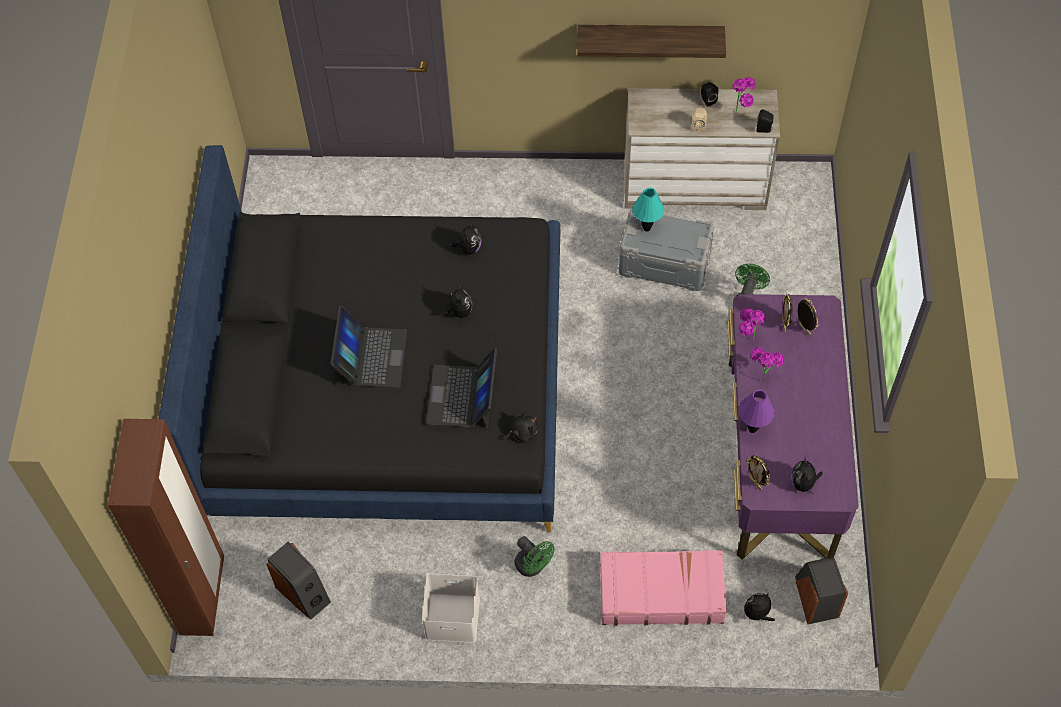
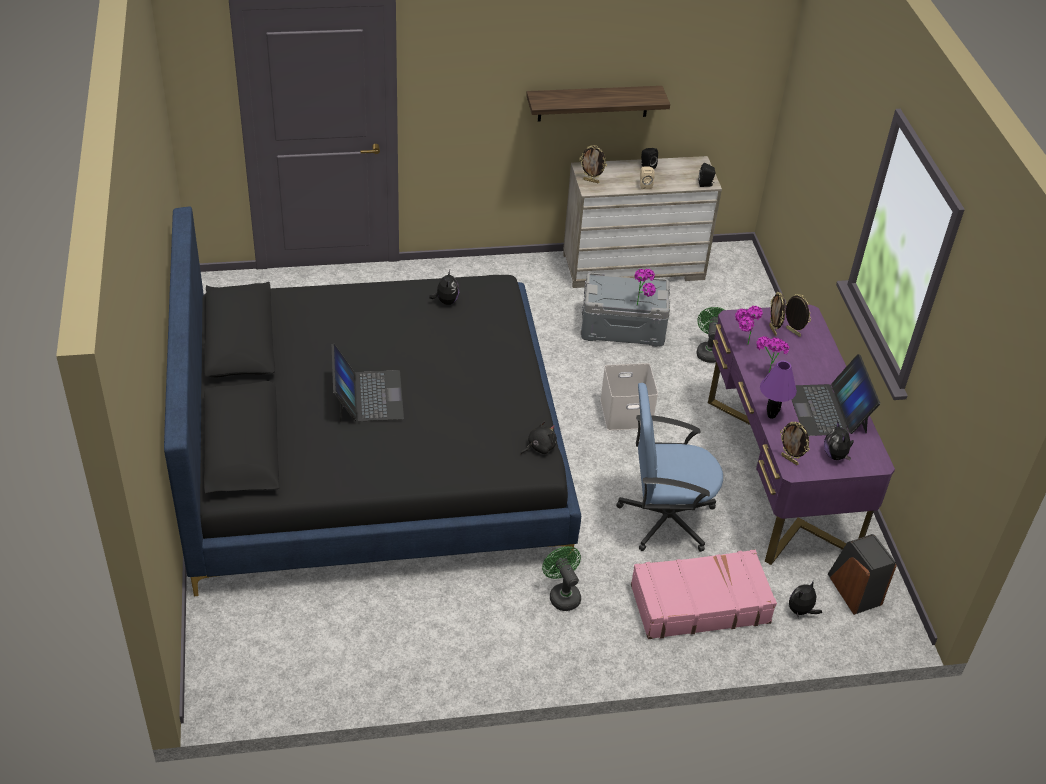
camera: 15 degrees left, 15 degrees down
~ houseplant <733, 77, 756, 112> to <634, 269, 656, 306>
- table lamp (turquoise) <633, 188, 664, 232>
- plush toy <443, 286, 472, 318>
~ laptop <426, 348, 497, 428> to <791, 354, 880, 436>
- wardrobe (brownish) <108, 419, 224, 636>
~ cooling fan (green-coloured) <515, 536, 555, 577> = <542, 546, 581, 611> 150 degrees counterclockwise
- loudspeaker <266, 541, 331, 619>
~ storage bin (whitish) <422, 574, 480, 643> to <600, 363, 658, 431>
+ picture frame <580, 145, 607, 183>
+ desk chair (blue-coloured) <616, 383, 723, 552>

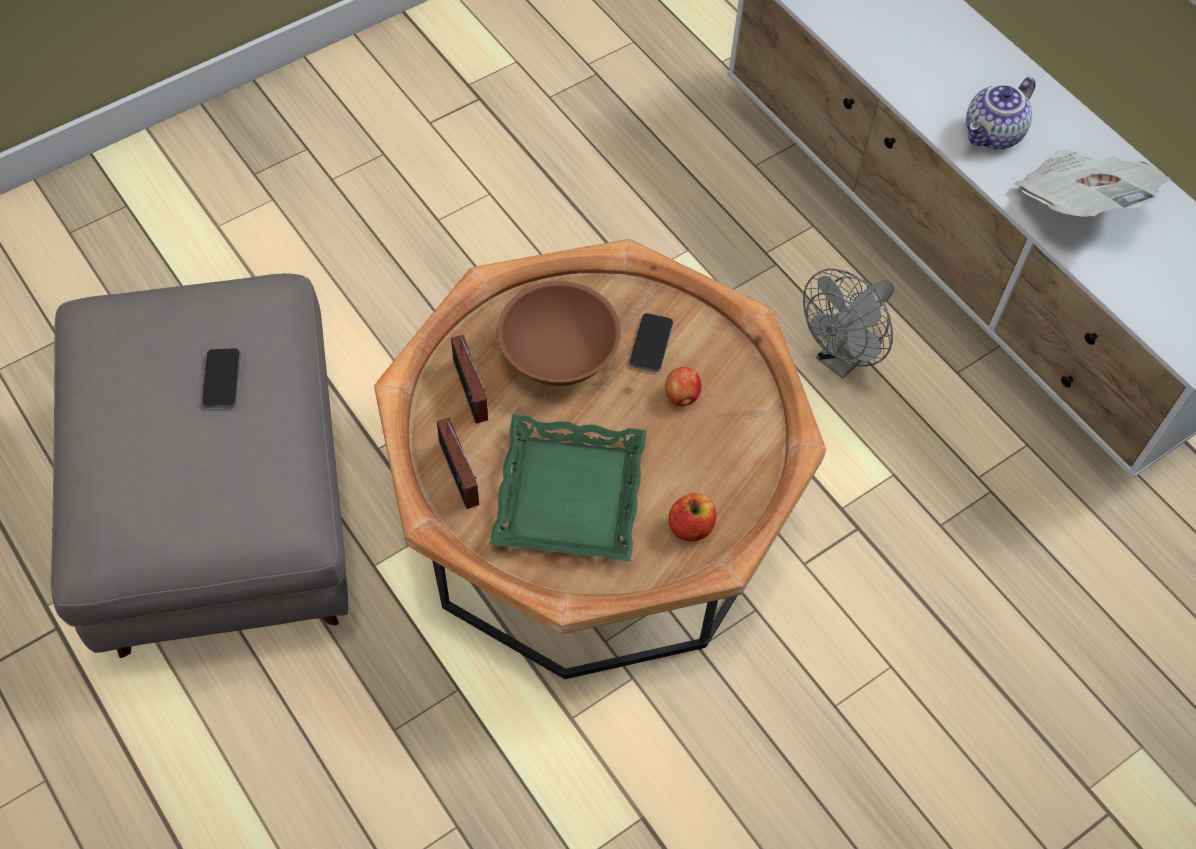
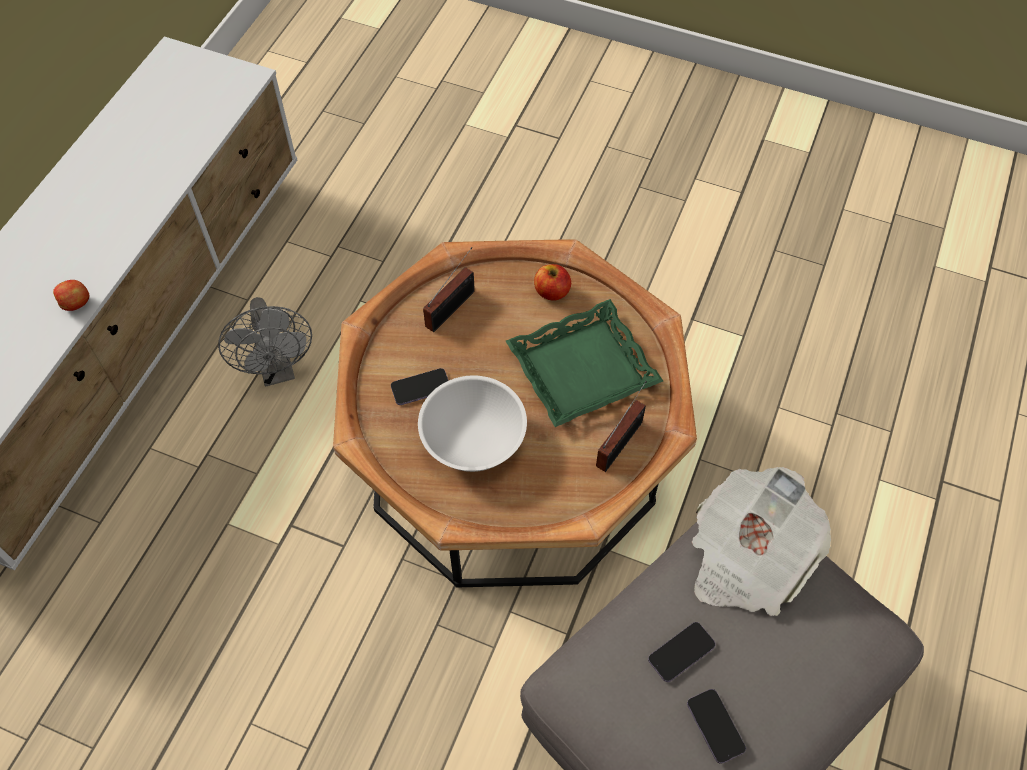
camera: 120 degrees left, 0 degrees up
- tea pot <966, 77, 1036, 149>
~ printed paper <1014, 150, 1170, 217> to <692, 467, 831, 616>
~ cooling fan (greyish) <803, 269, 894, 379> = <218, 297, 312, 386> 60 degrees clockwise
~ serving bowl (brownish) <497, 281, 621, 386> to serving bowl (whitish) <418, 376, 527, 472>
~ radio receiver <451, 335, 488, 423> to <423, 247, 475, 332>
~ apple <665, 367, 701, 406> to <53, 280, 90, 311>
+ telephone <687, 689, 746, 764>

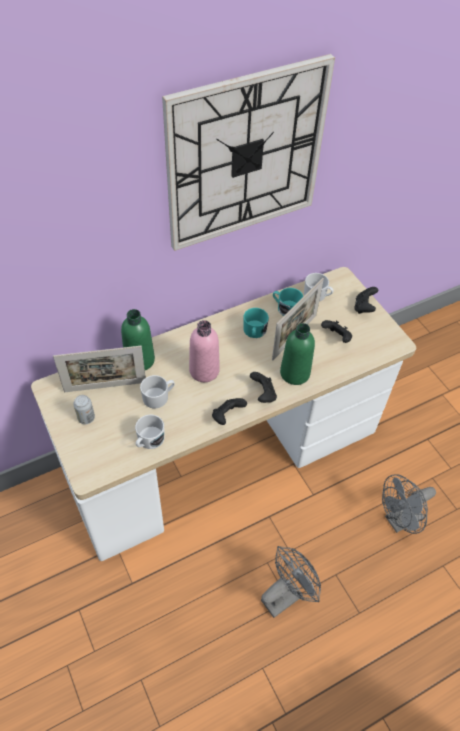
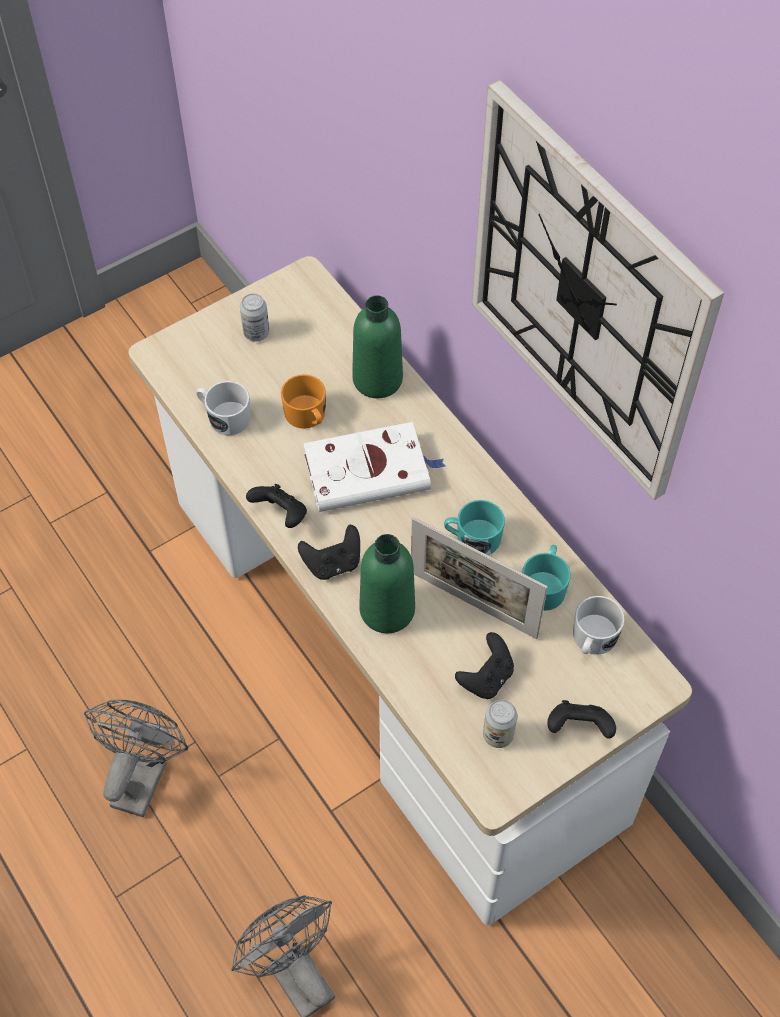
camera: 85 degrees right, 5 degrees up
~ beverage bottle (pink-coloured) <189, 320, 220, 382> to bound book (whitish) <303, 422, 446, 512>
- picture frame <53, 346, 146, 392>
~ tea mug (whitish) <140, 375, 175, 408> to tea mug (orange) <281, 374, 326, 429>
~ cooling fan (greyish) <261, 546, 321, 618> = <84, 700, 188, 817> 120 degrees counterclockwise
+ sealed can <483, 700, 517, 748>

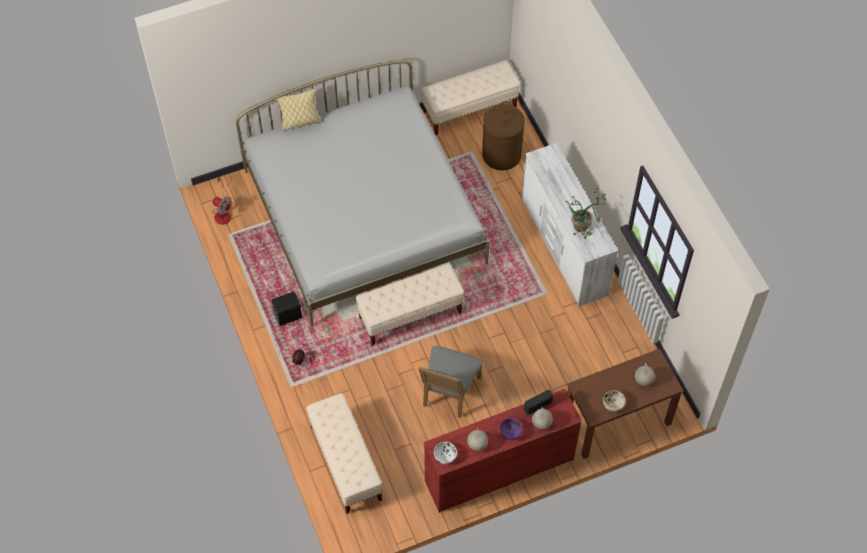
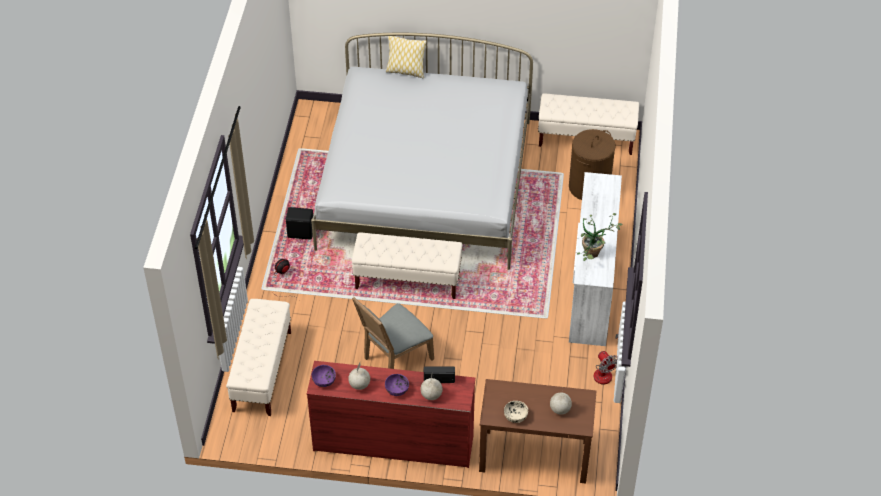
camera: 30 degrees right, 10 degrees down
~ cooling fan <213, 176, 232, 225> to <594, 334, 618, 384>
~ serving bowl (whitish) <434, 442, 457, 464> to serving bowl (purple) <312, 365, 336, 387>

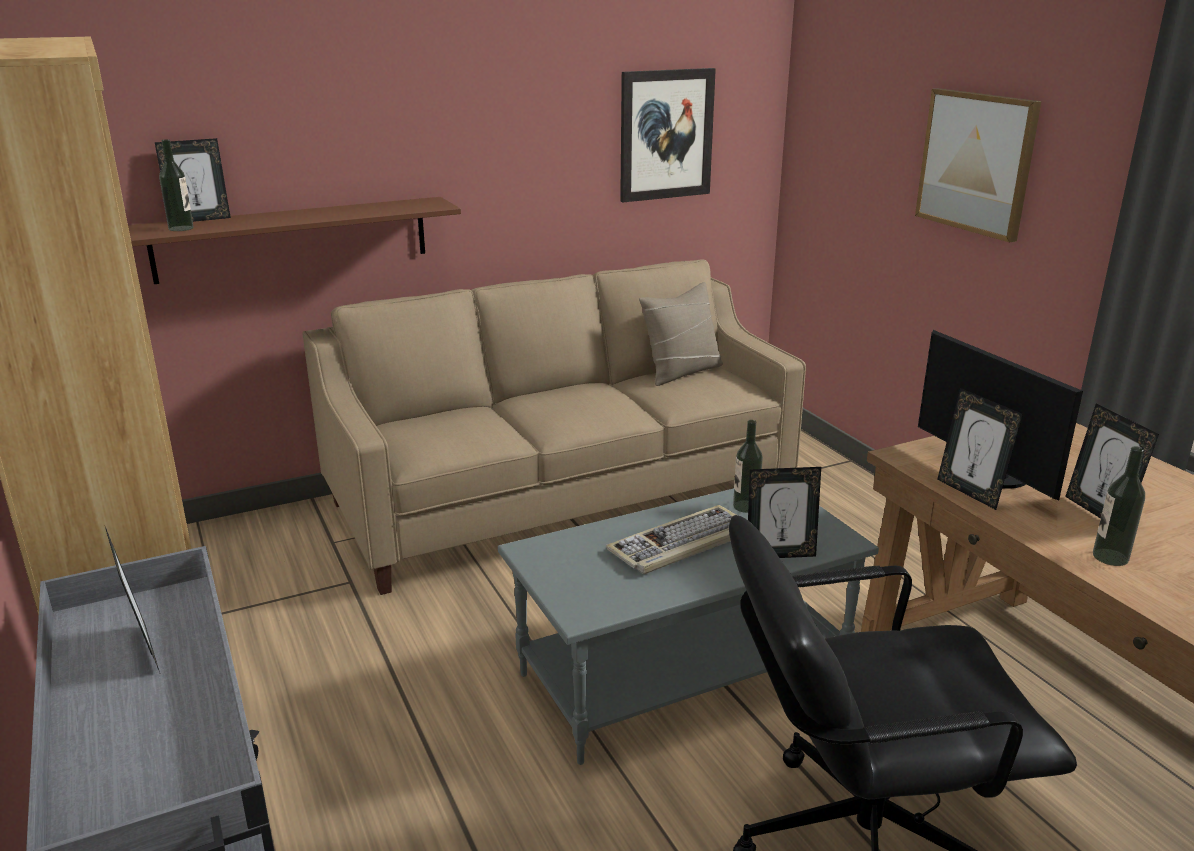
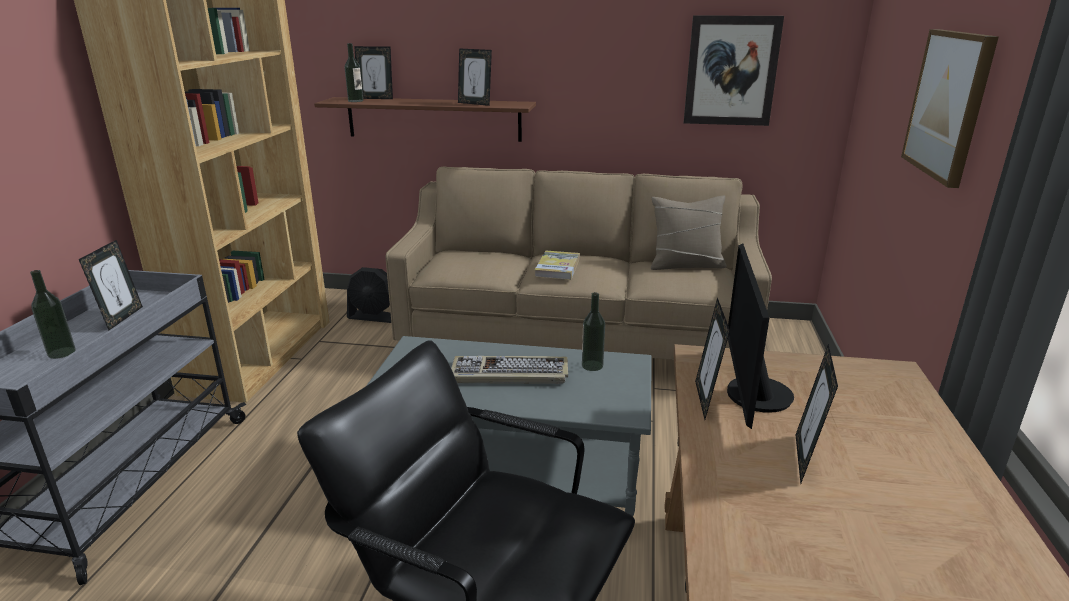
camera: 35 degrees right, 0 degrees up
~ beverage bottle <1093, 446, 1145, 566> to <30, 270, 76, 359>
~ picture frame <748, 467, 821, 558> to <458, 48, 492, 106>
+ bound book <535, 251, 580, 280>
+ cooling fan (blackish) <347, 267, 391, 323>

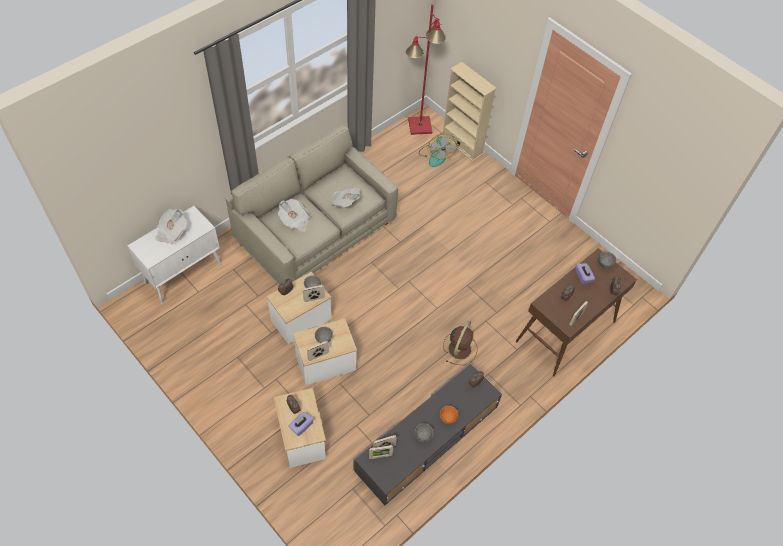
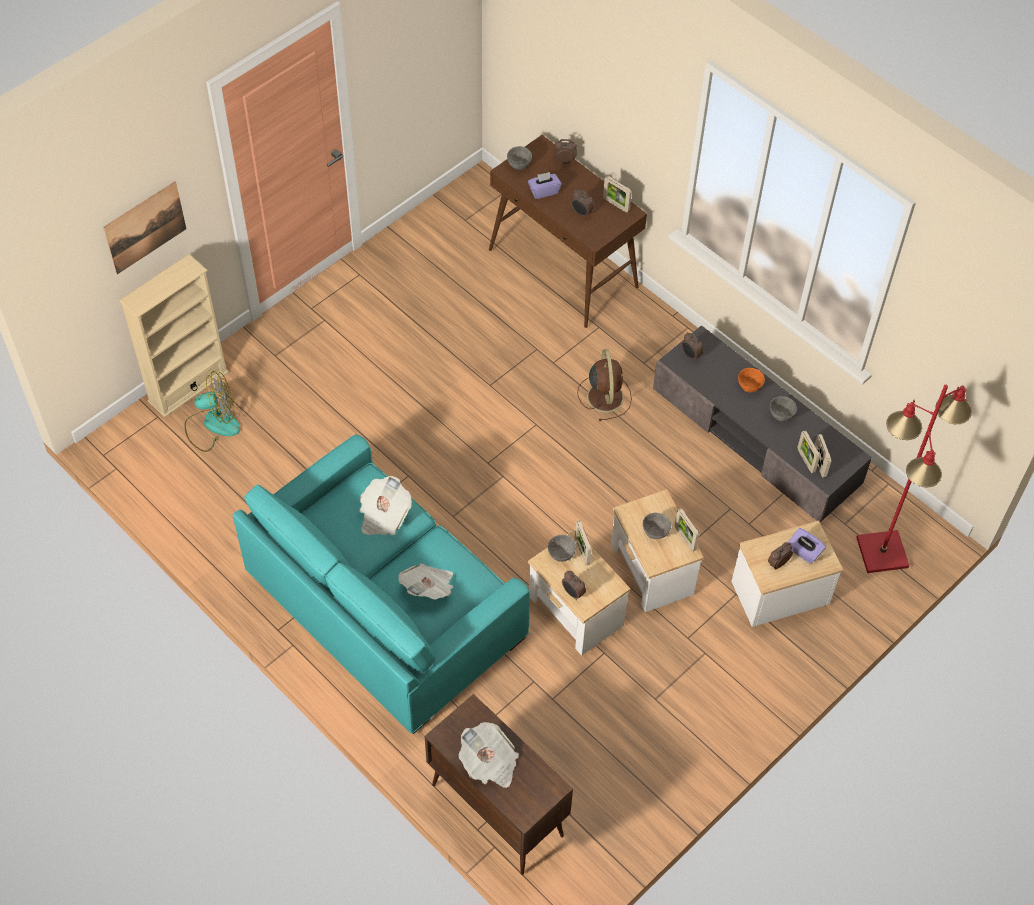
camera: 90 degrees left, 0 degrees up
~ floor lamp (reddish) <406, 4, 446, 135> to <856, 385, 972, 573>
~ sofa (beige-coloured) <225, 124, 398, 284> to sofa (turquoise) <233, 434, 530, 734>
~ cabinet (whitish) <127, 206, 222, 304> to cabinet (brownish) <425, 694, 573, 875>
~ cooling fan (brownish) <443, 321, 478, 365> = <577, 349, 632, 421> 60 degrees clockwise
+ wall art <103, 181, 186, 274>

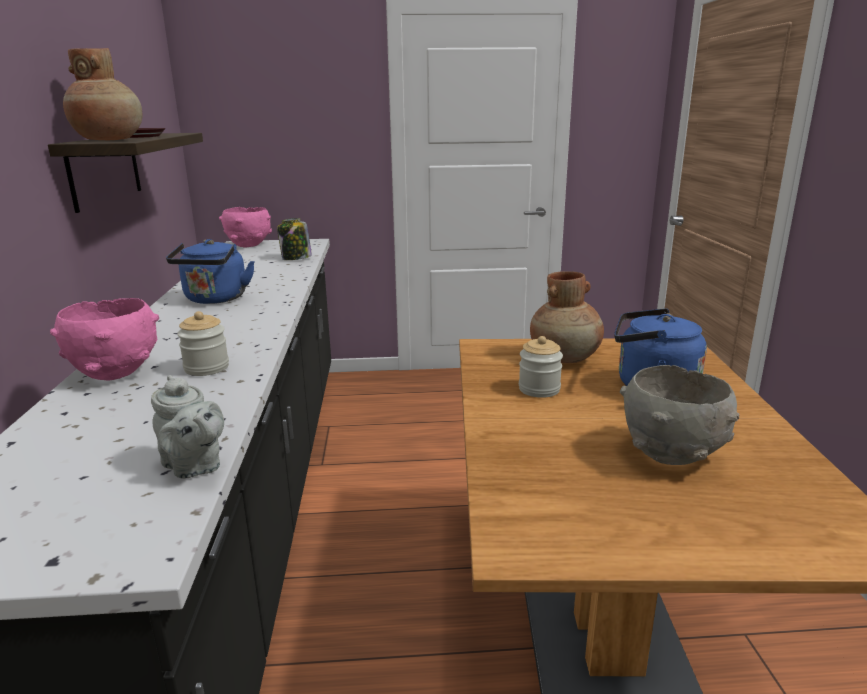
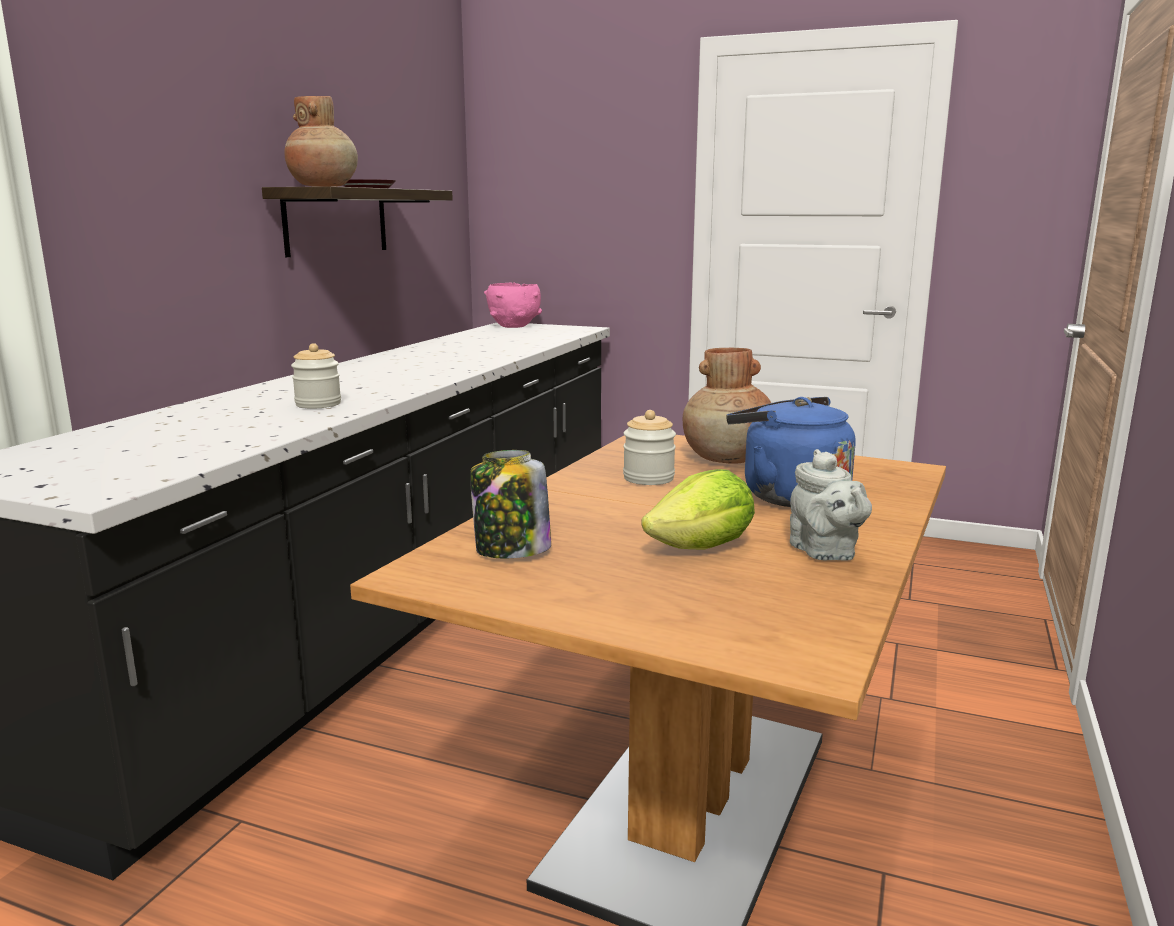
camera: 25 degrees right, 5 degrees down
~ storage jar <277, 218, 312, 260> to <470, 450, 551, 558>
- kettle (blue-coloured) <166, 239, 255, 304>
- serving bowl (pink-coloured) <50, 298, 159, 381>
~ serving bowl (greyish) <620, 365, 740, 465> to lettuce <641, 469, 755, 549>
~ tea pot (greyish) <151, 375, 224, 479> to <790, 449, 872, 561>

